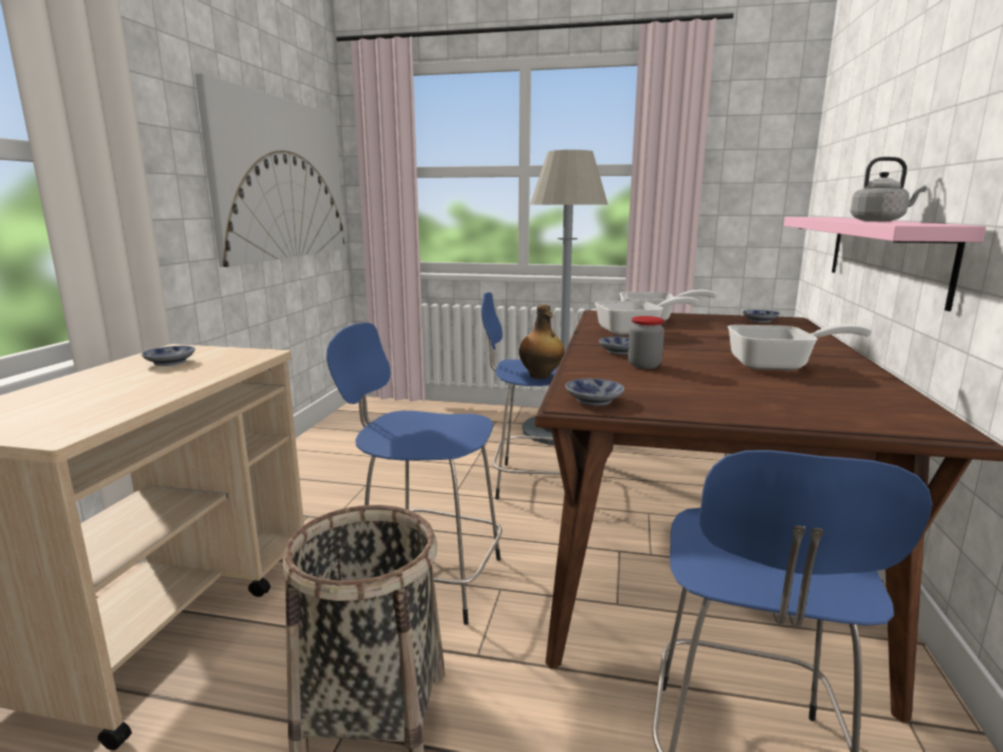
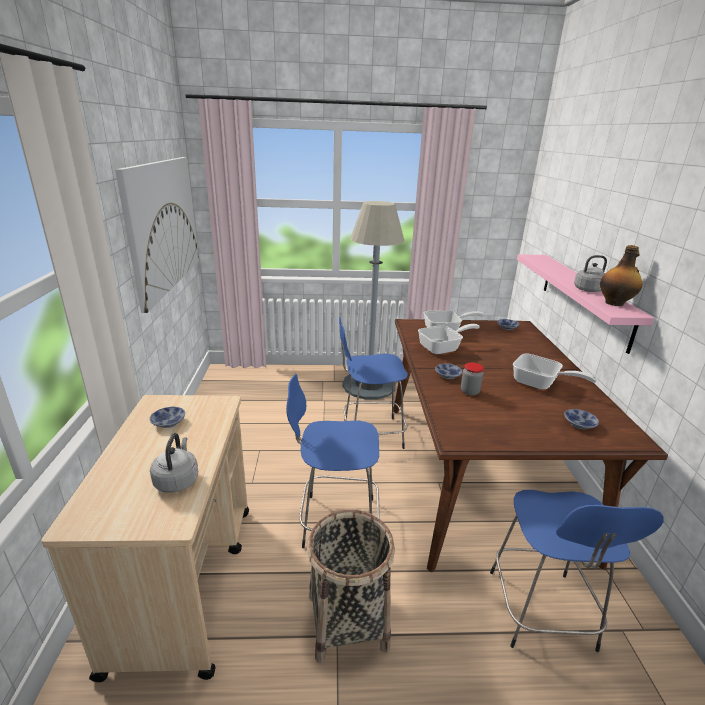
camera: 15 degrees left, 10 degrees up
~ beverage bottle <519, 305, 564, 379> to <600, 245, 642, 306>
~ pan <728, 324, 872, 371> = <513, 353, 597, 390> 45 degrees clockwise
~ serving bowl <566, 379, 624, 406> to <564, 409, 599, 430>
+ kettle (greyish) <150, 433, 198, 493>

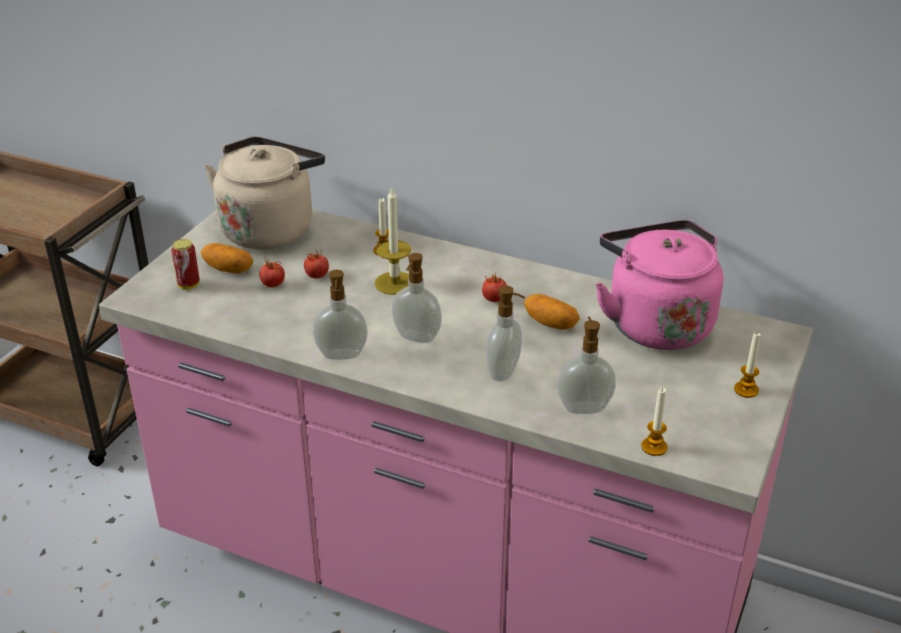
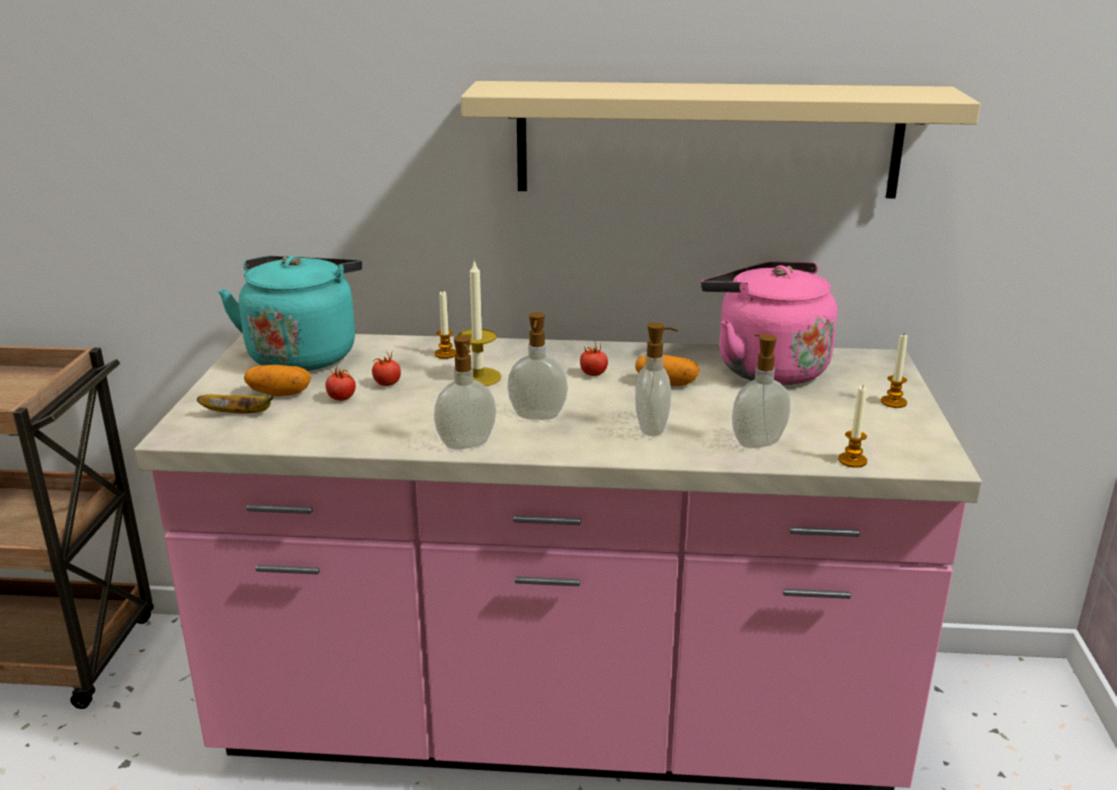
camera: 20 degrees left, 10 degrees down
~ kettle (beige-coloured) <204, 136, 325, 249> to kettle (turquoise) <218, 255, 362, 371>
~ sealed can <171, 239, 200, 289> to whole banana <197, 394, 274, 413>
+ shelf (beige-coloured) <461, 81, 981, 198>

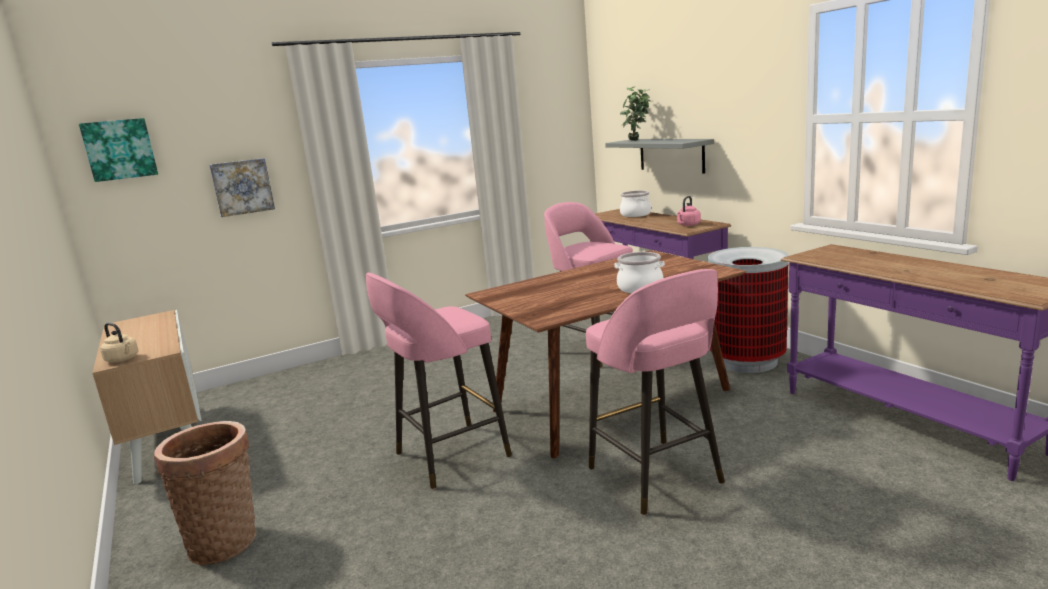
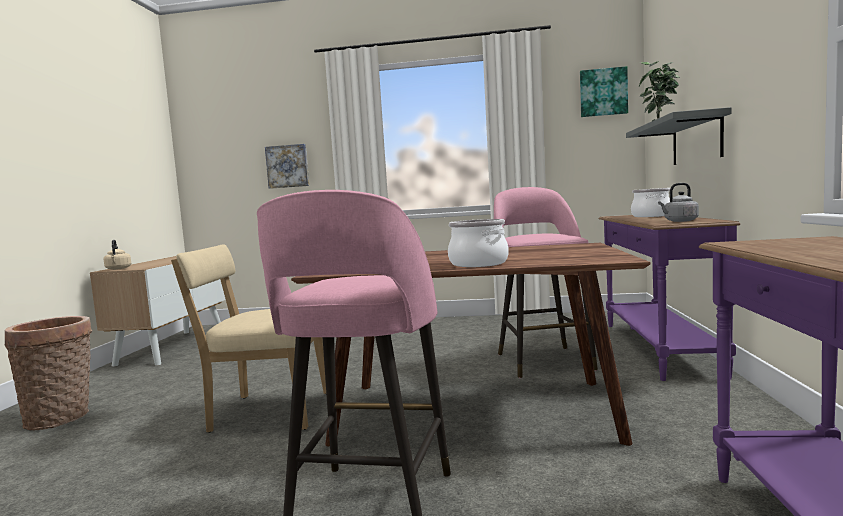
camera: 35 degrees right, 10 degrees down
~ wall art <79, 118, 158, 182> to <580, 66, 628, 117>
~ kettle (pink-coloured) <677, 196, 701, 226> to kettle (greyish) <658, 183, 699, 222>
- waste bin <708, 247, 789, 373>
~ sitting stool (pink-coloured) <366, 273, 512, 489> to upright chair (beige-coloured) <171, 244, 326, 433>

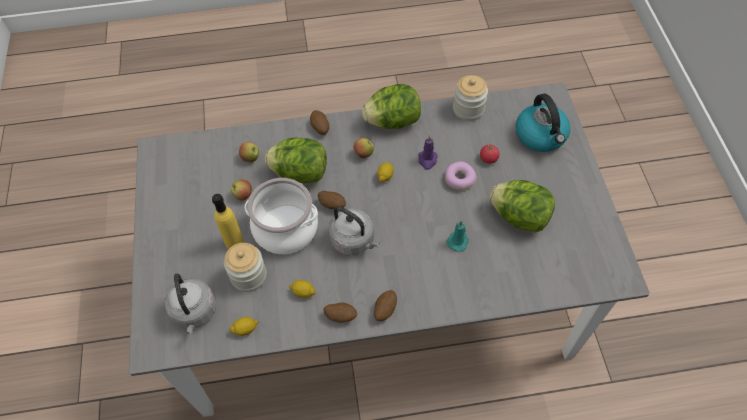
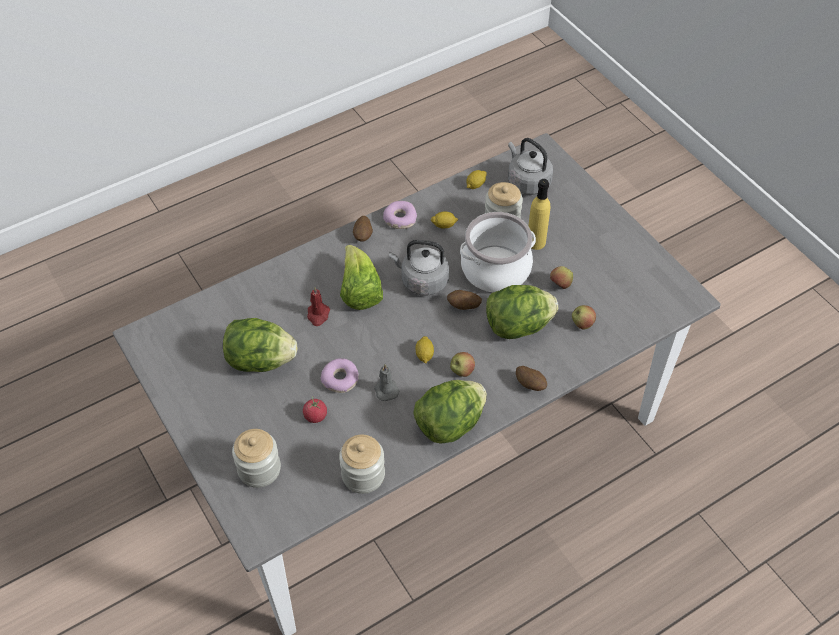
camera: 155 degrees right, 5 degrees down
~ kettle <516, 93, 570, 152> to storage jar <232, 429, 281, 488>
~ wax light (purple) <418, 136, 438, 170> to wax light (greyish) <375, 364, 400, 401>
~ wax light (turquoise) <446, 220, 469, 252> to wax light (reddish) <307, 287, 330, 326>
~ spud <323, 303, 357, 322> to donut <383, 201, 417, 229>
+ lettuce <340, 245, 383, 310>

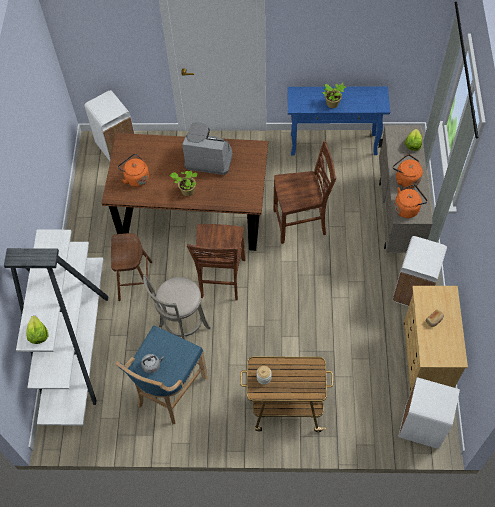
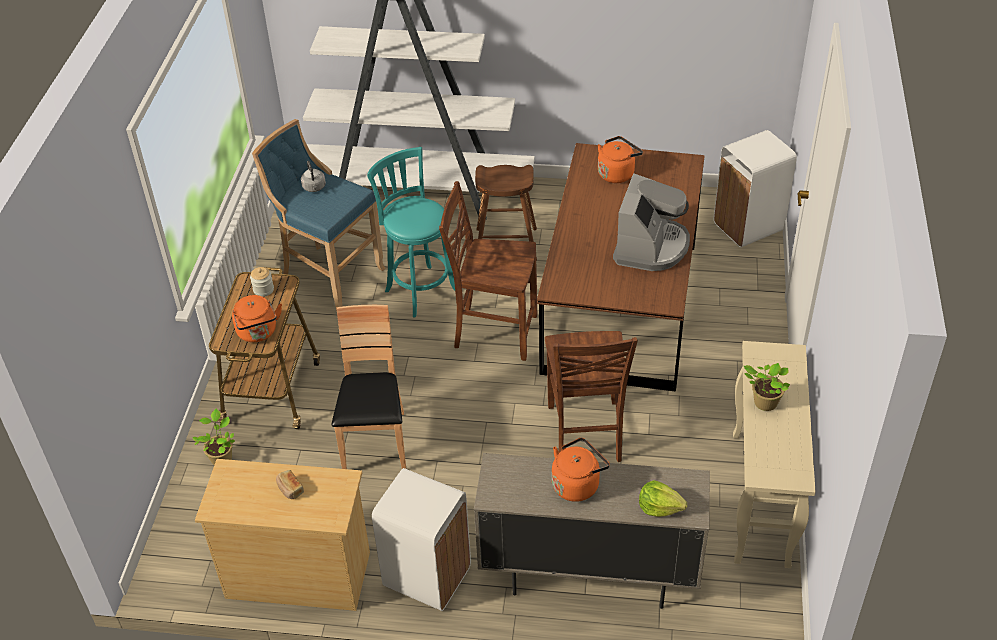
camera: 95 degrees right, 15 degrees down
~ console table (blue-coloured) <287, 86, 390, 155> to console table (beige-coloured) <733, 341, 816, 568>
~ houseplant <169, 171, 197, 196> to <192, 409, 235, 465>
~ kettle (orange) <394, 184, 428, 218> to <232, 295, 282, 342>
~ sitting stool (greyish) <143, 275, 211, 339> to sitting stool (turquoise) <367, 147, 455, 318>
- lettuce <26, 316, 48, 344>
- waste bin (whitish) <398, 377, 460, 449>
+ upright chair (brownish) <332, 305, 406, 469>

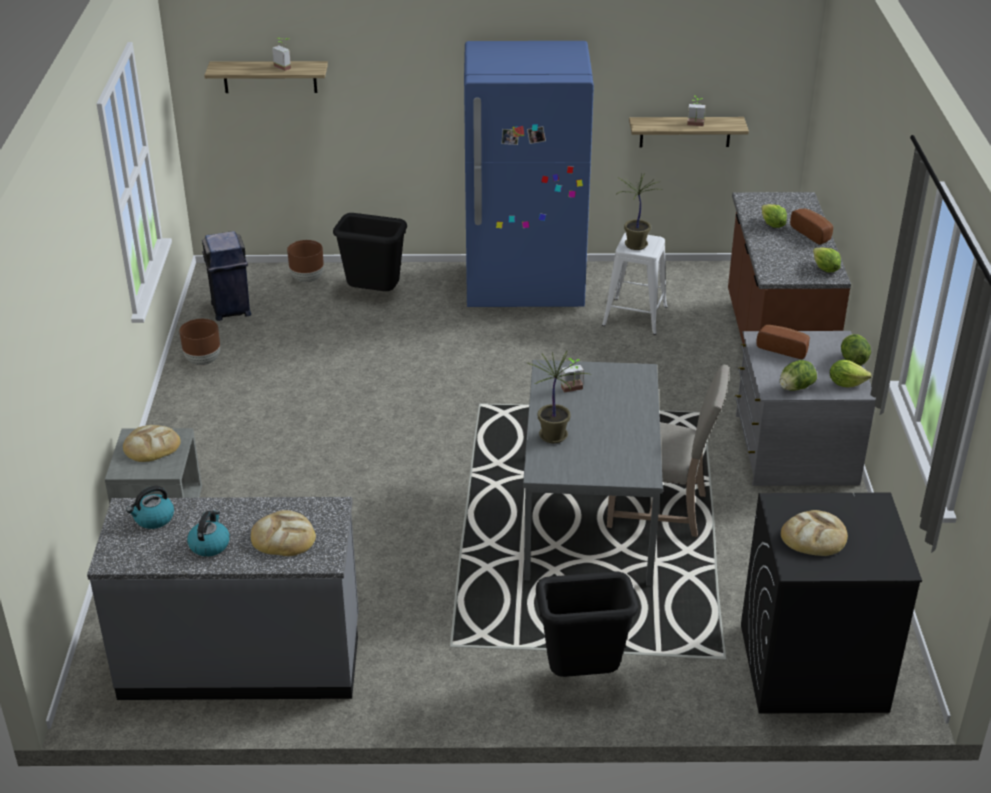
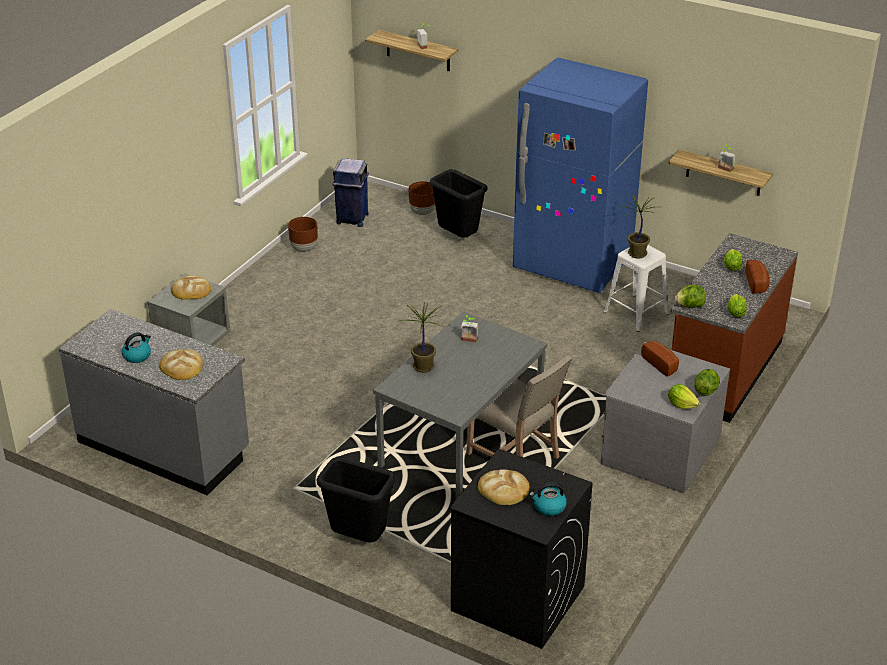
camera: 30 degrees right, 0 degrees up
~ lettuce <780, 360, 817, 391> to <675, 285, 706, 308>
~ kettle <126, 486, 174, 529> to <529, 482, 567, 516>

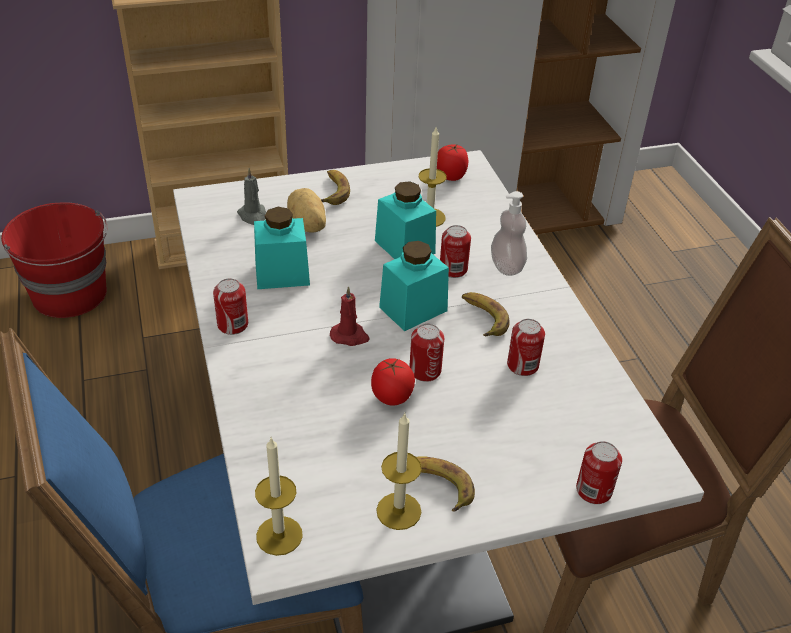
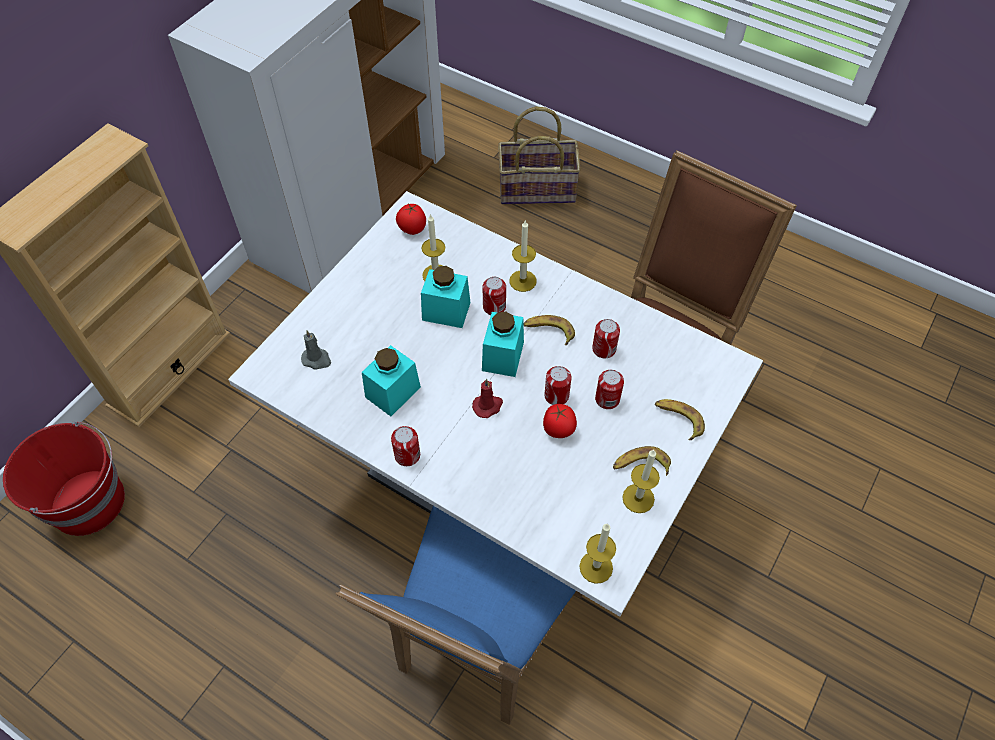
camera: 40 degrees left, 15 degrees up
~ whole banana <321, 170, 350, 205> to <655, 399, 705, 440>
- spud <287, 188, 326, 233>
~ liquid soap bottle <491, 191, 527, 276> to wax light <509, 221, 536, 292>
~ sealed can <576, 441, 622, 504> to <595, 370, 624, 409>
+ household basket <498, 106, 581, 204>

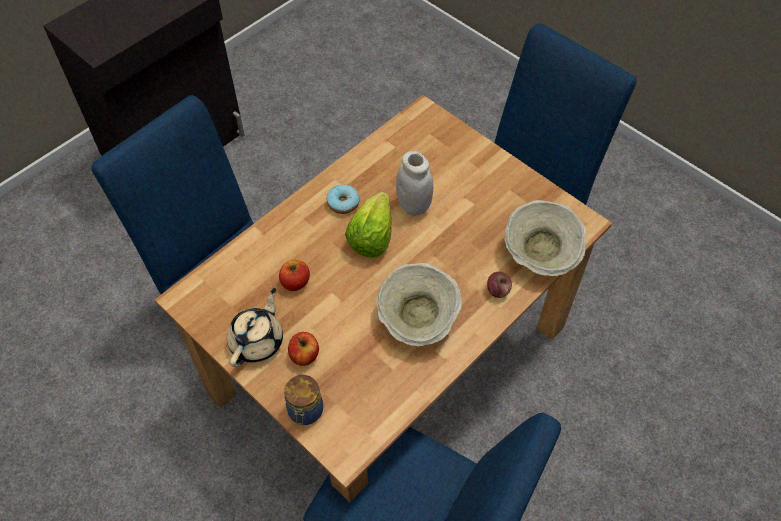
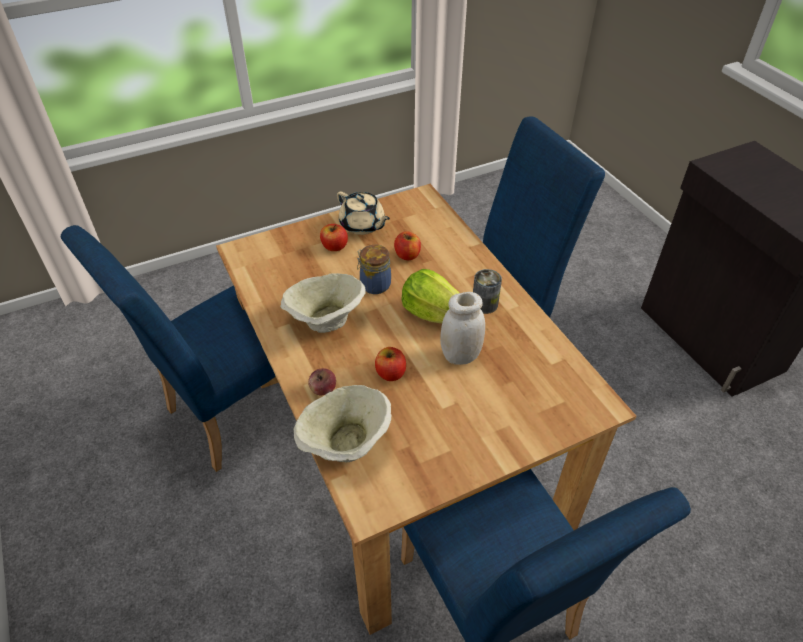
camera: 110 degrees right, 10 degrees down
~ donut <327, 185, 360, 214> to sealed can <473, 269, 502, 314>
~ storage jar <284, 375, 323, 425> to <357, 245, 391, 294>
+ apple <375, 347, 406, 381>

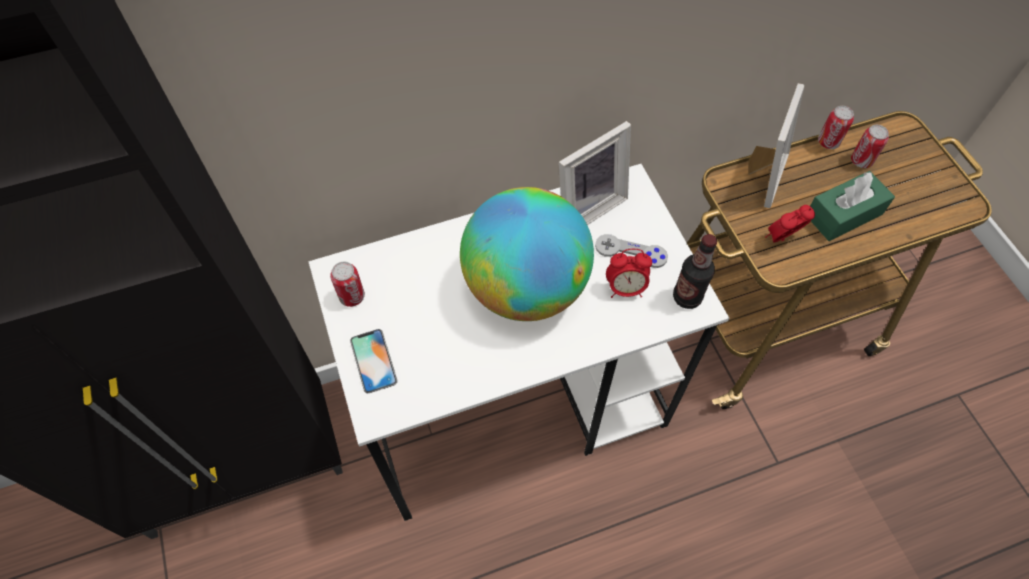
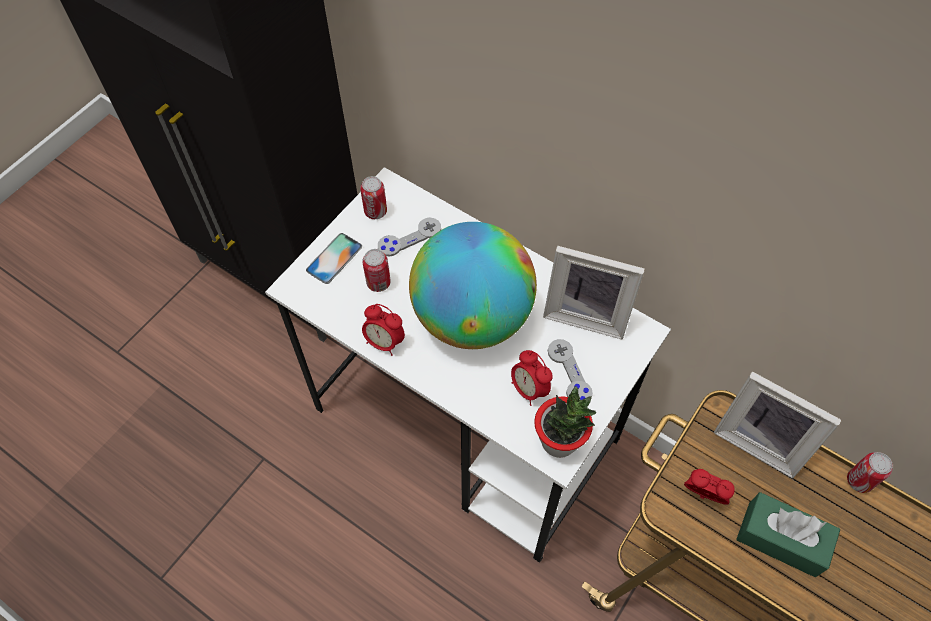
camera: 55 degrees right, 0 degrees up
~ picture frame <748, 83, 804, 208> = <714, 371, 841, 478> 45 degrees clockwise
~ sealed can <851, 125, 889, 168> to <362, 249, 391, 292>
~ beverage bottle <673, 234, 717, 309> to houseplant <534, 386, 596, 458>
+ game controller (greyish) <378, 217, 441, 257>
+ table clock <362, 304, 405, 356>

